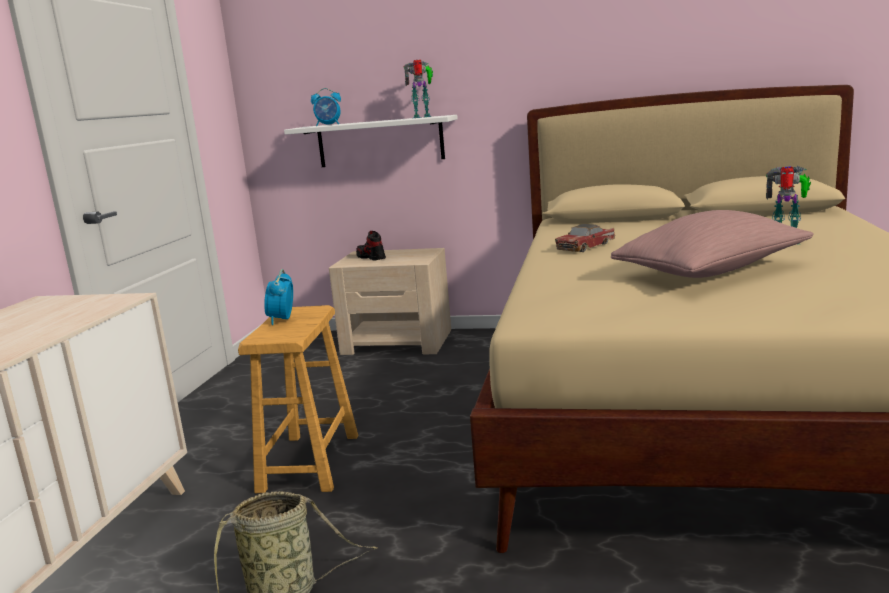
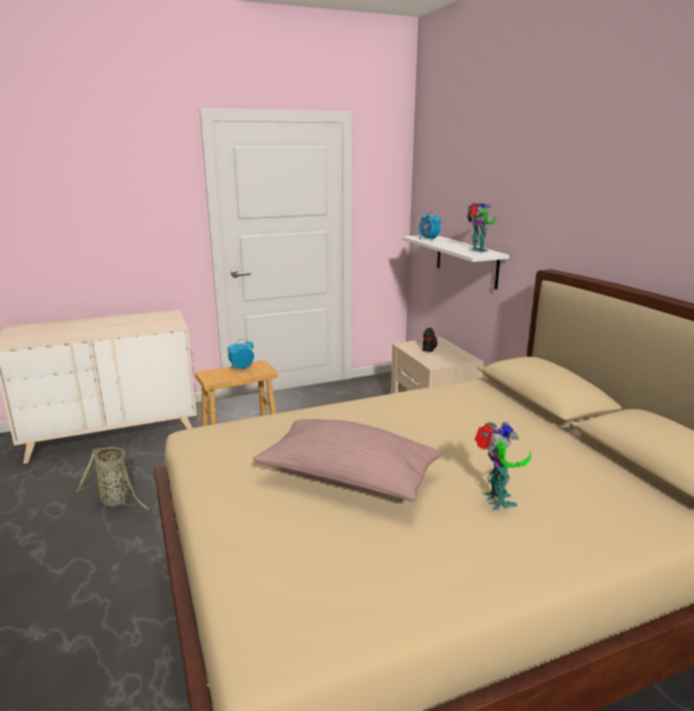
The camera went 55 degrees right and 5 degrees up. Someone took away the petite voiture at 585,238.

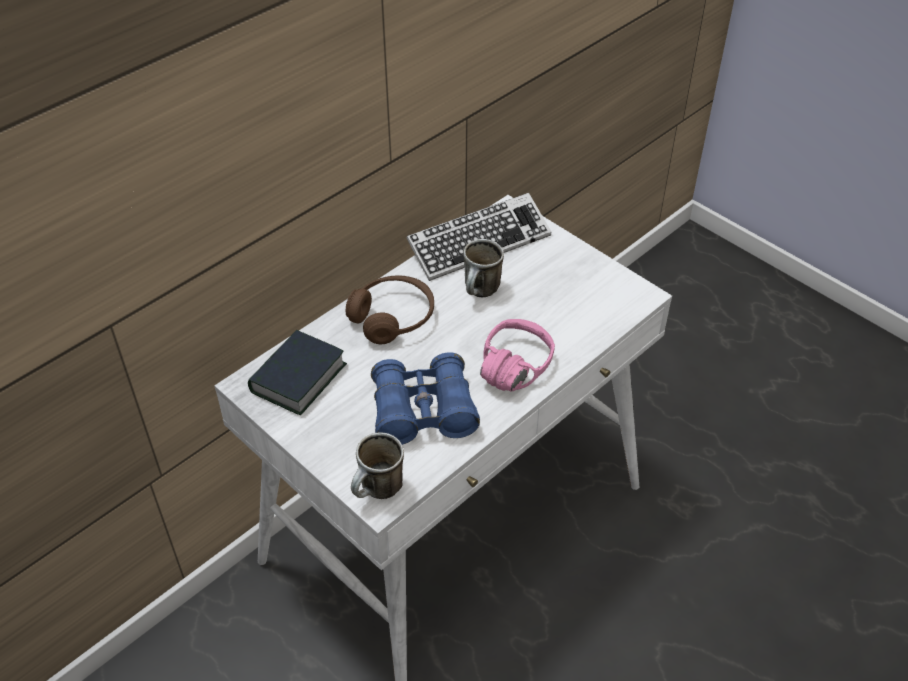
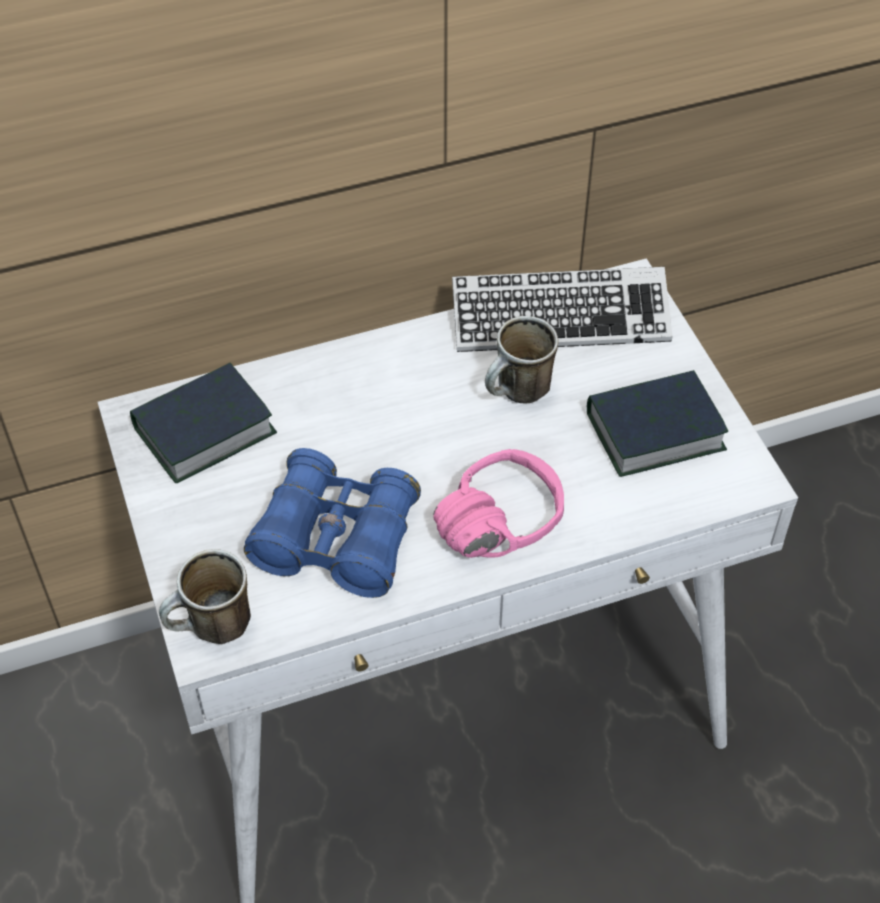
The camera went 25 degrees right and 5 degrees up. Someone took away the casque audio/marron at 390,309. Someone put down the livre at 657,423.

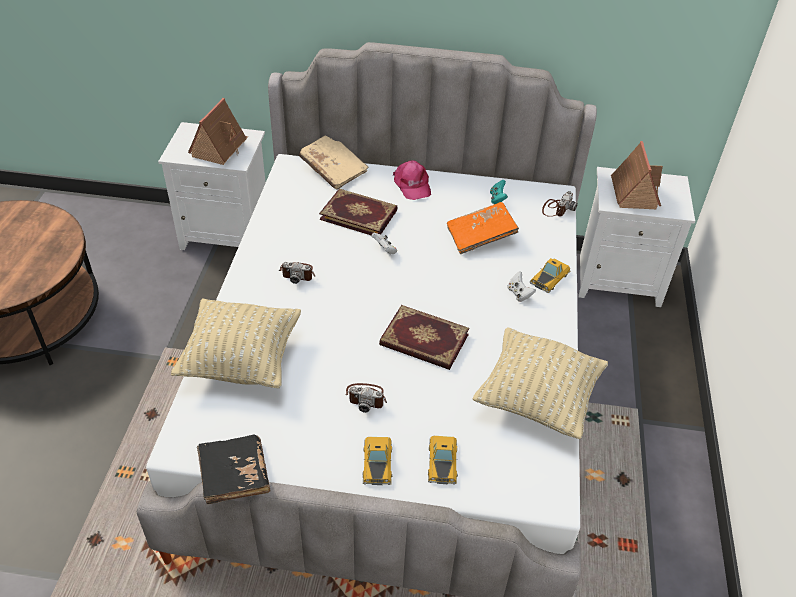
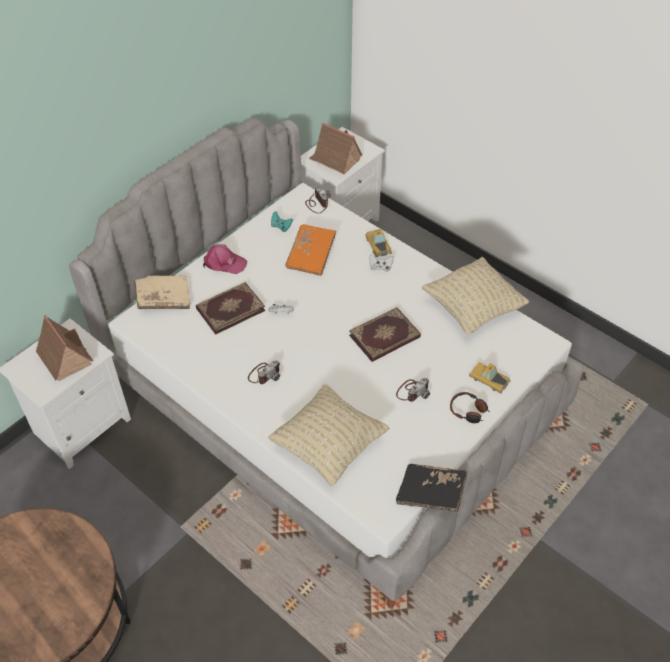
The camera went 55 degrees left and 5 degrees up. Someone swapped the petite voiture at 377,461 for the casque audio at 470,407.

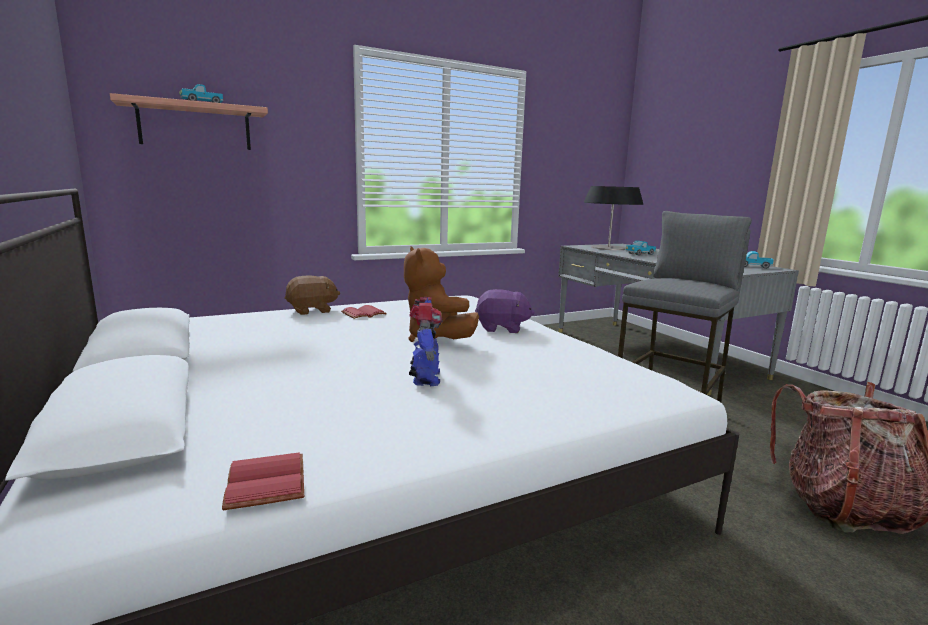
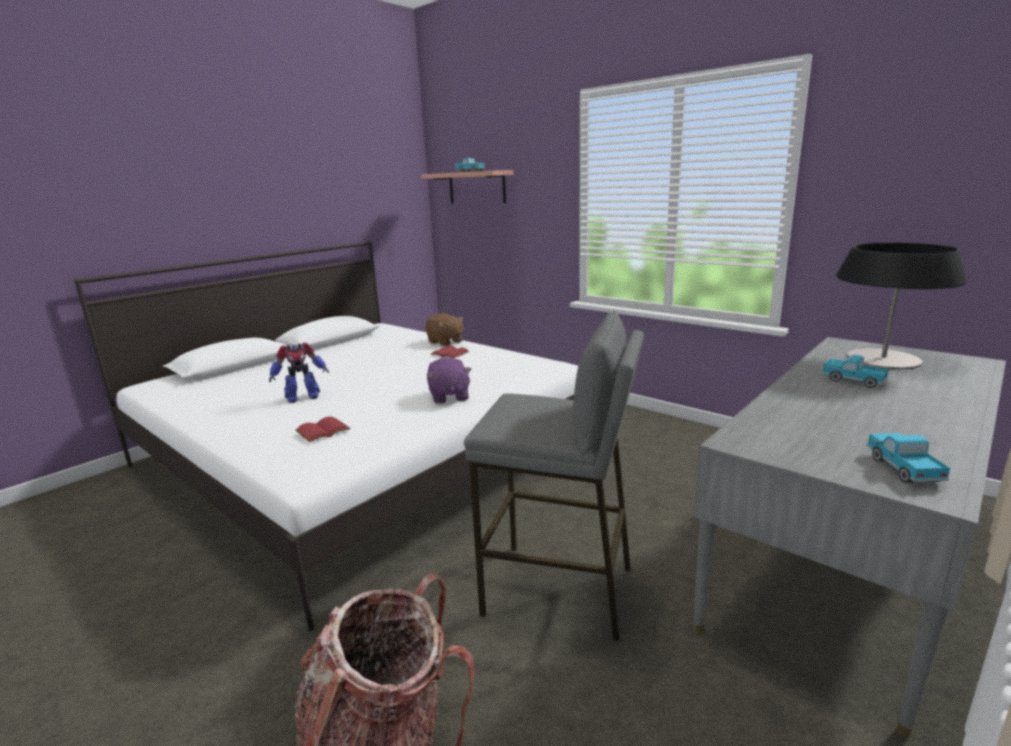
The camera went 70 degrees right and 5 degrees up. Someone took away the peluche/marron at 441,294. Someone carried the livre/rouge from 263,481 to 322,429.

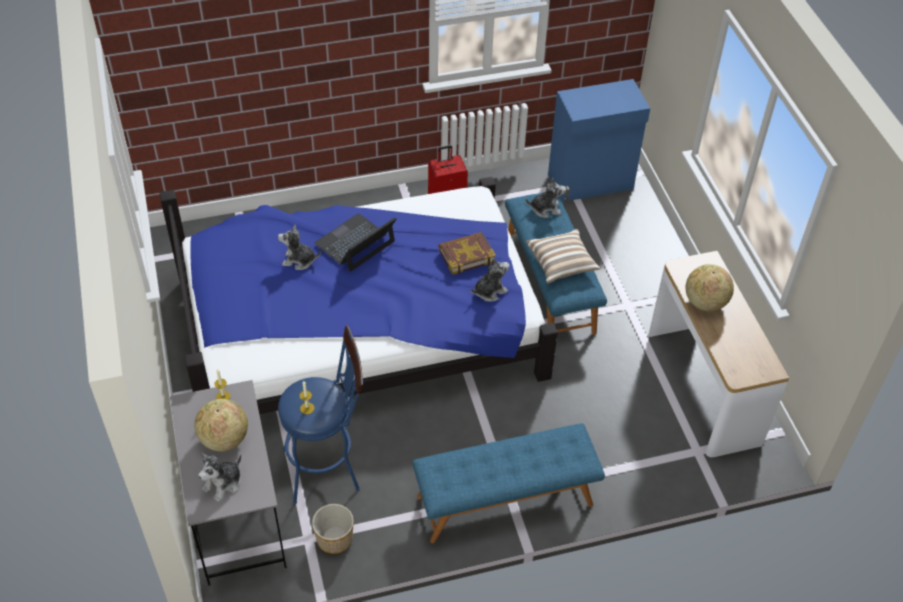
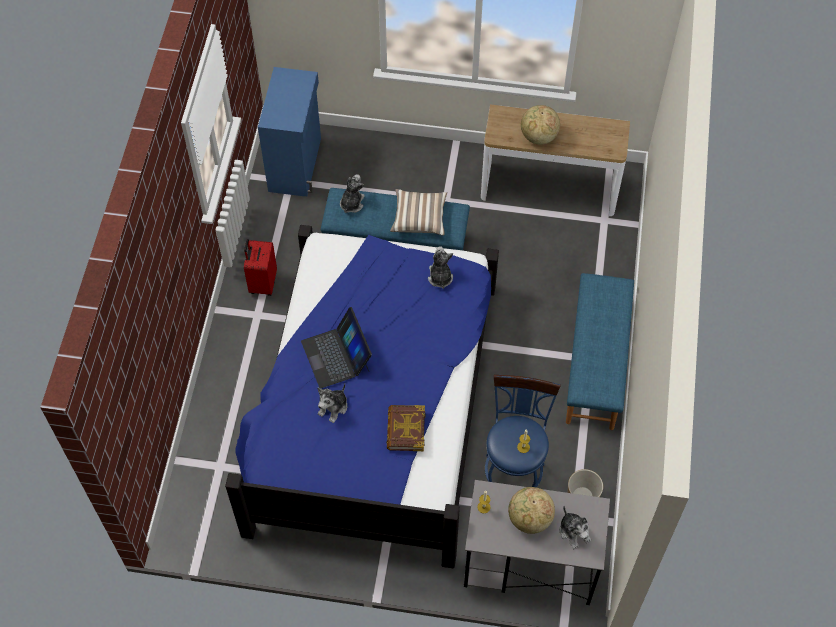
The camera went 65 degrees left and 10 degrees up. Someone carried the livre from 467,253 to 406,428.

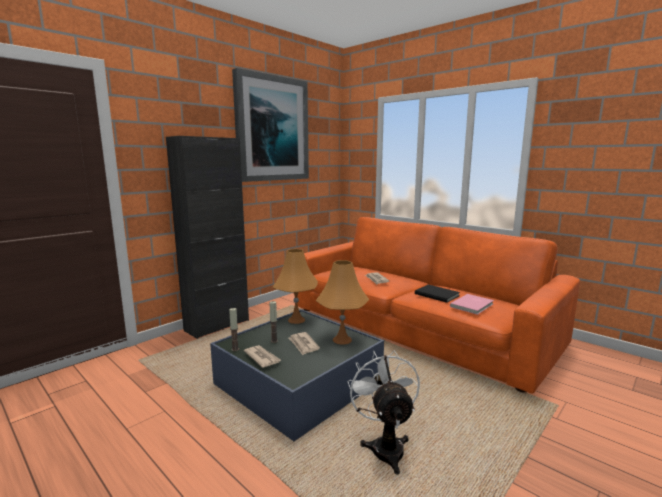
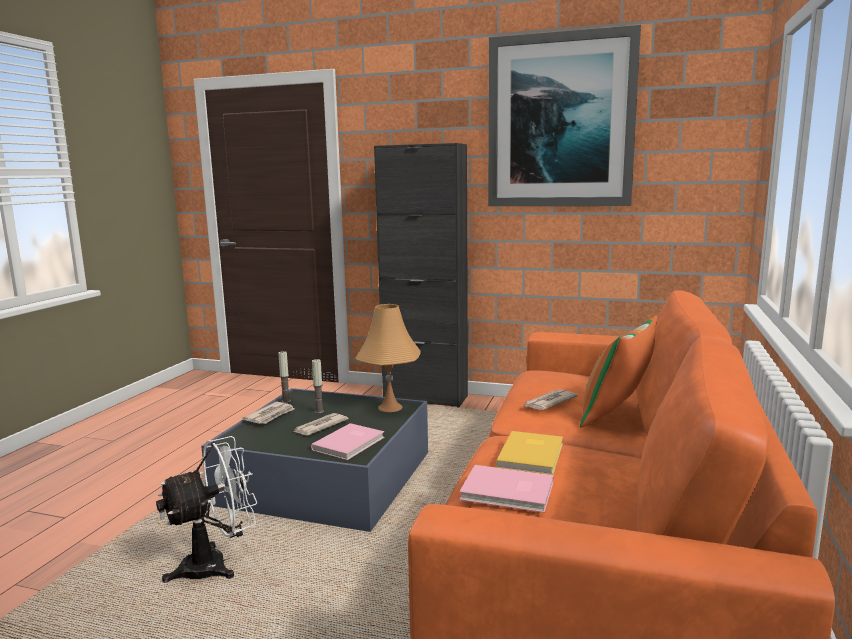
The camera went 65 degrees right and 0 degrees up. Someone put down the coussin at 618,372. Someone swapped the lampe de table/orange at 342,302 for the livre/rose at 348,441. Someone repainted the livre/noir at 437,294, which became the livre/jaune at 529,453.

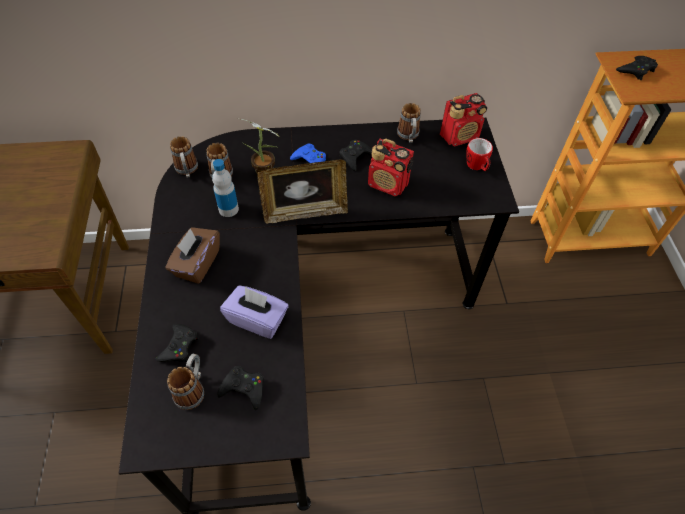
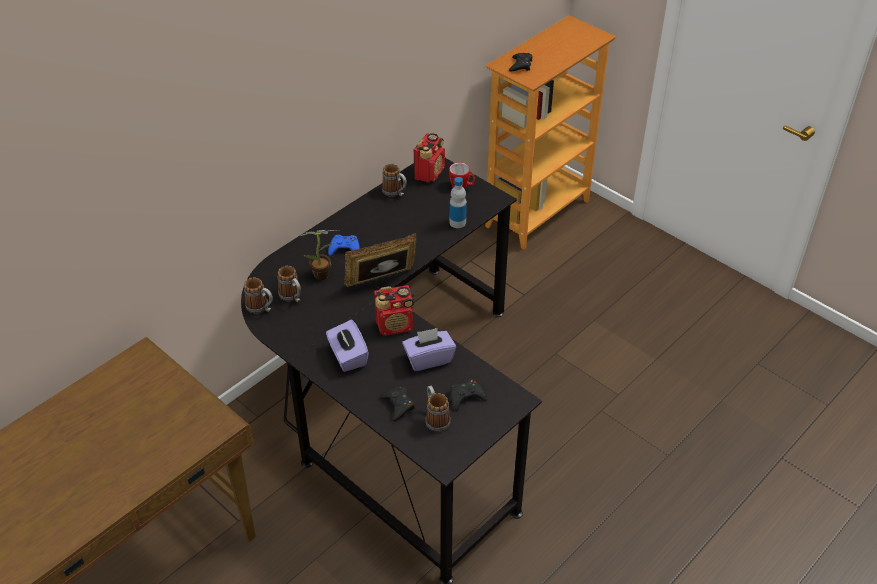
The camera went 40 degrees left and 10 degrees down. Someone took away the manette/noir at 356,155. Someone carried the bouteille from 225,188 to 458,202. Someone carried the radio from 391,167 to 394,310. Someone repainted the boîte à mouchoirs/marron at 193,255, which became the boîte à mouchoirs/violet at 347,346. Someone rotated the cadre photo at 303,192 by 150 degrees counterclockwise.

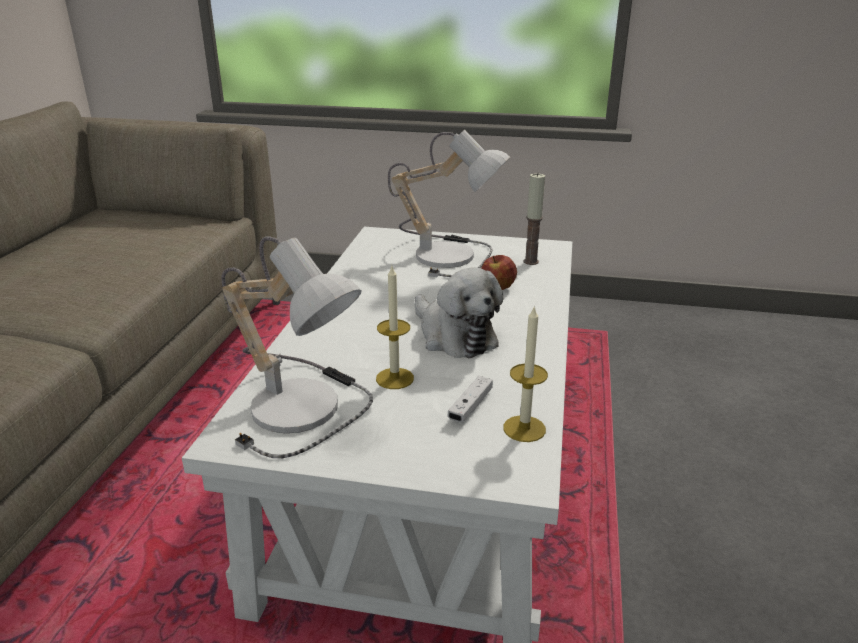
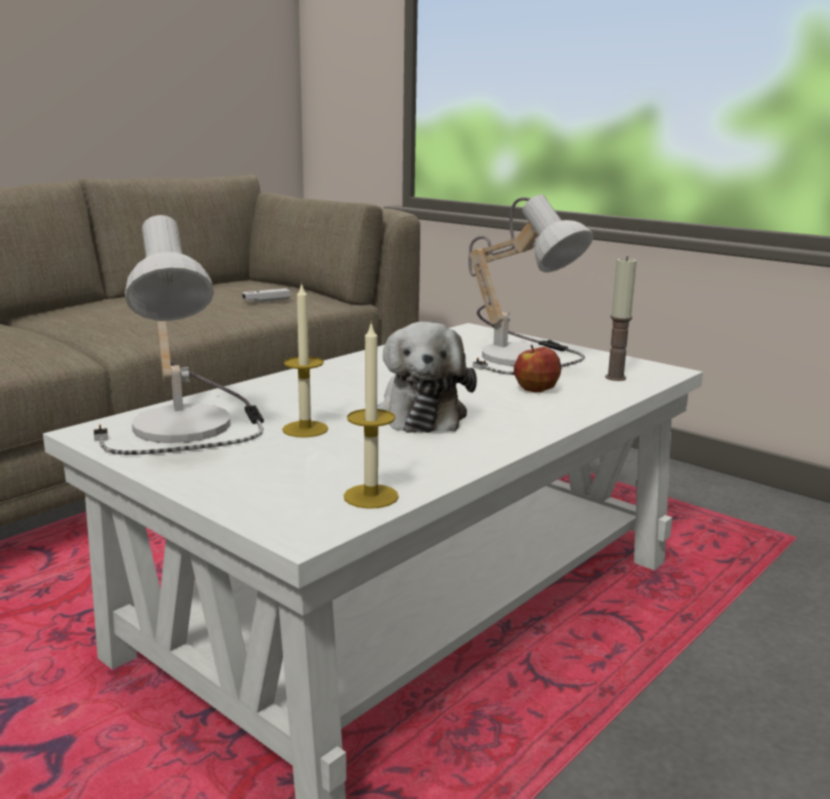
The camera went 30 degrees right and 10 degrees down. Someone carried the manette/blanc from 470,399 to 266,295.

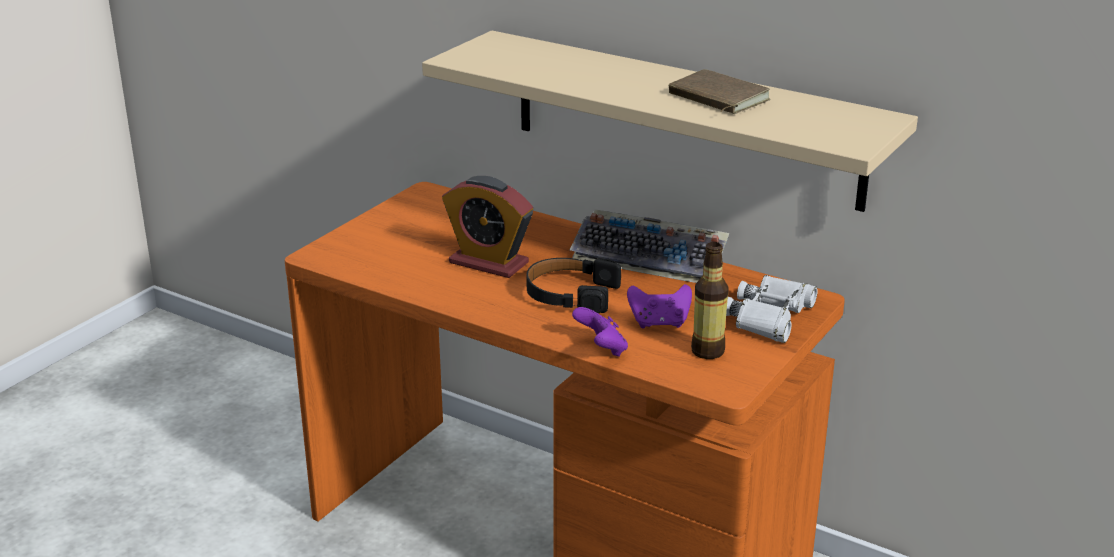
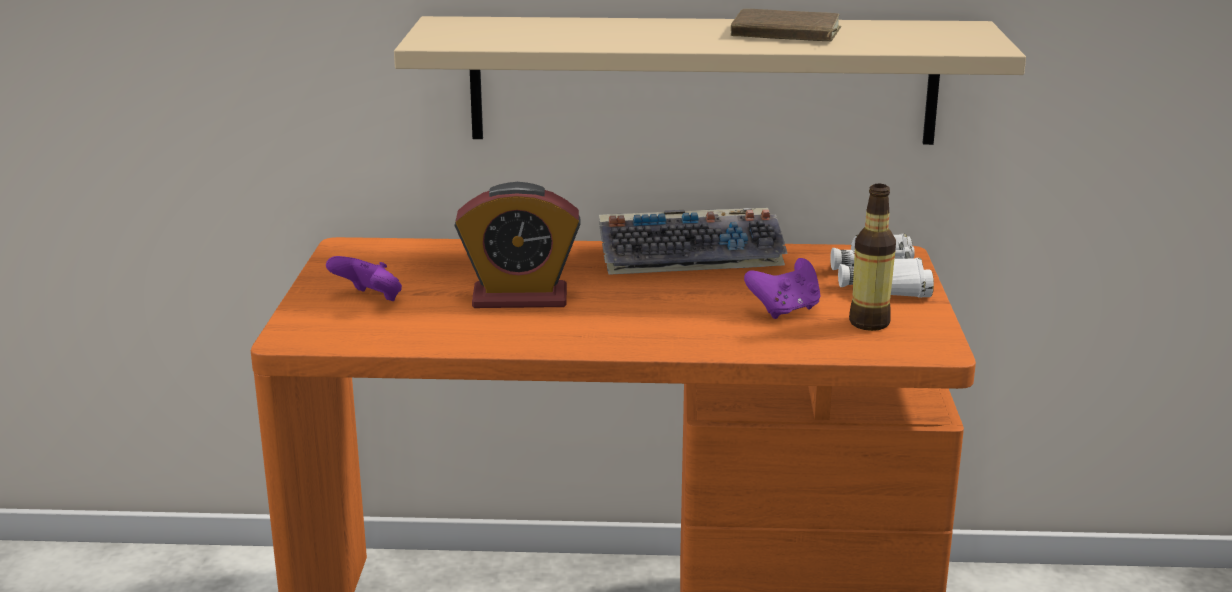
The camera went 30 degrees left and 5 degrees down. Someone took away the casque audio/noir at 573,285. Someone carried the manette/violet from 600,332 to 364,278.

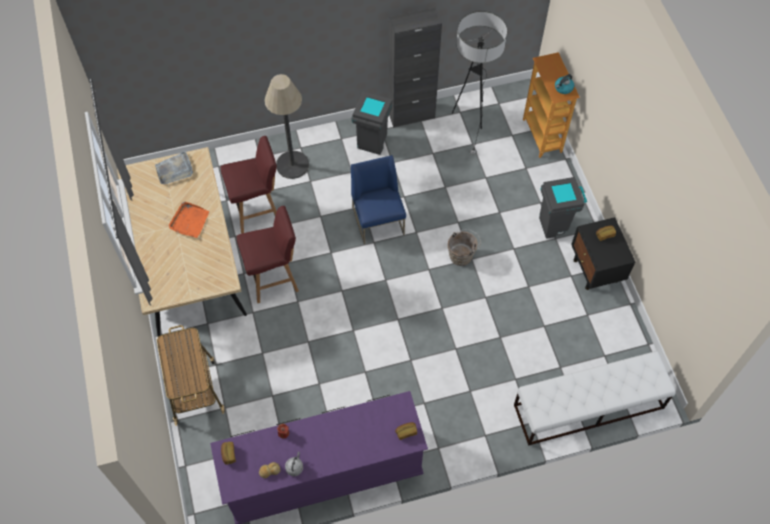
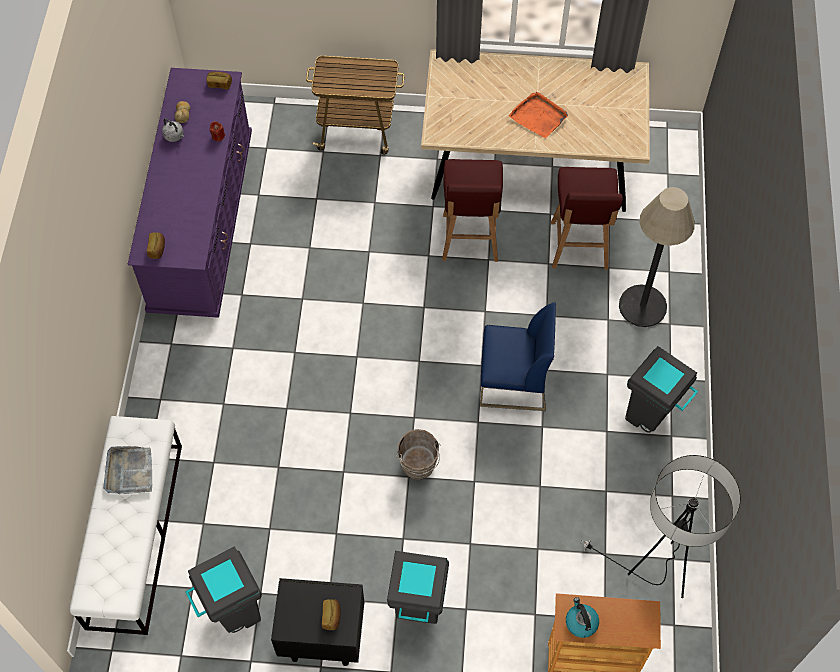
The camera went 110 degrees right and 0 degrees up. Someone took away the meuble de rangement/noir at 415,67. Someone put down the poubelle/gris at 223,589. Someone carried the plateau/gris from 174,167 to 127,470.

